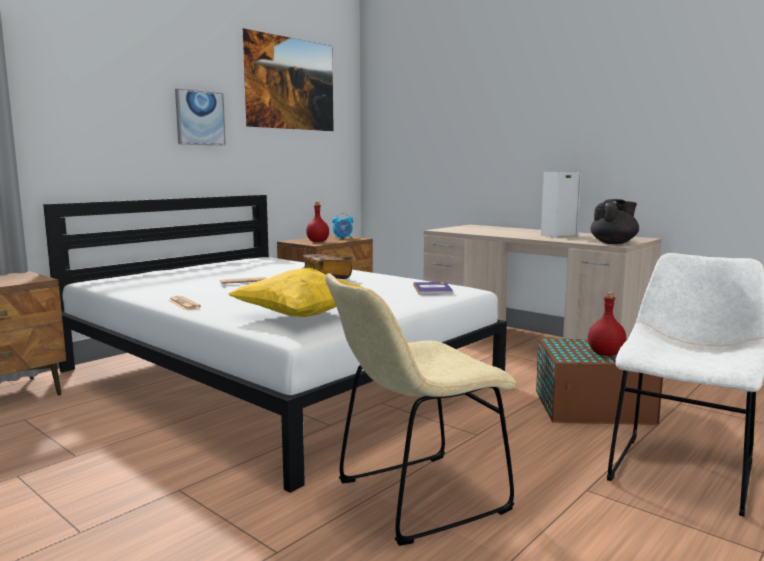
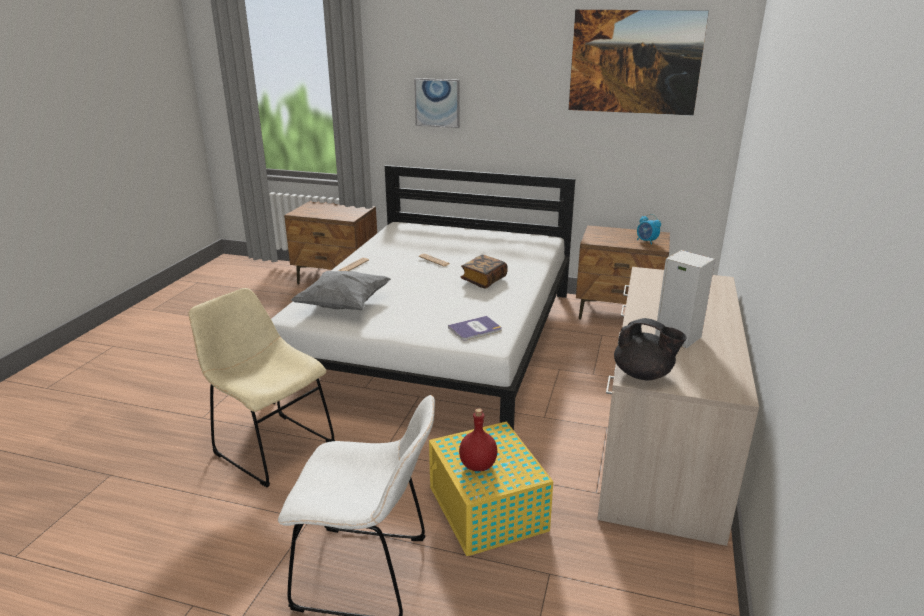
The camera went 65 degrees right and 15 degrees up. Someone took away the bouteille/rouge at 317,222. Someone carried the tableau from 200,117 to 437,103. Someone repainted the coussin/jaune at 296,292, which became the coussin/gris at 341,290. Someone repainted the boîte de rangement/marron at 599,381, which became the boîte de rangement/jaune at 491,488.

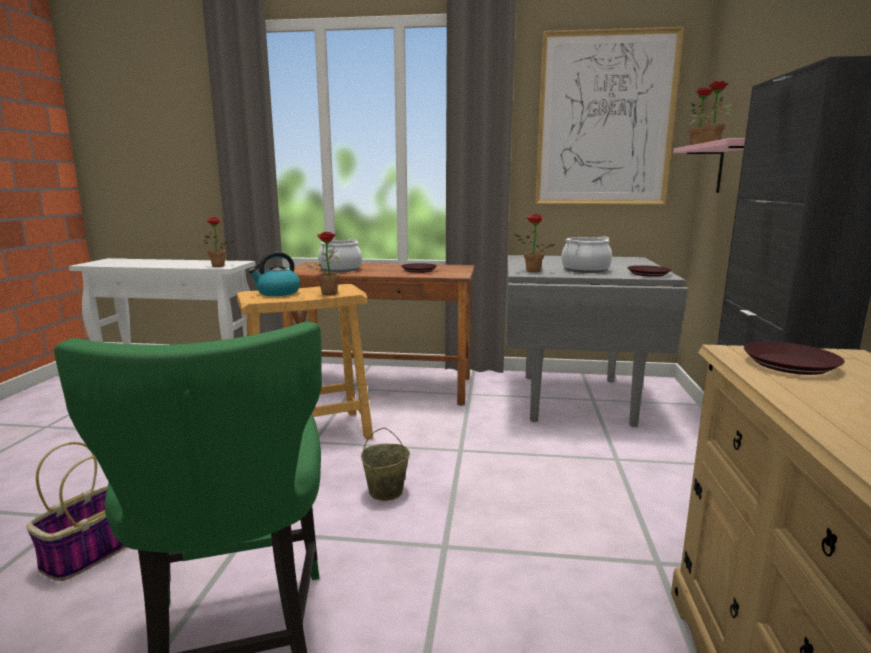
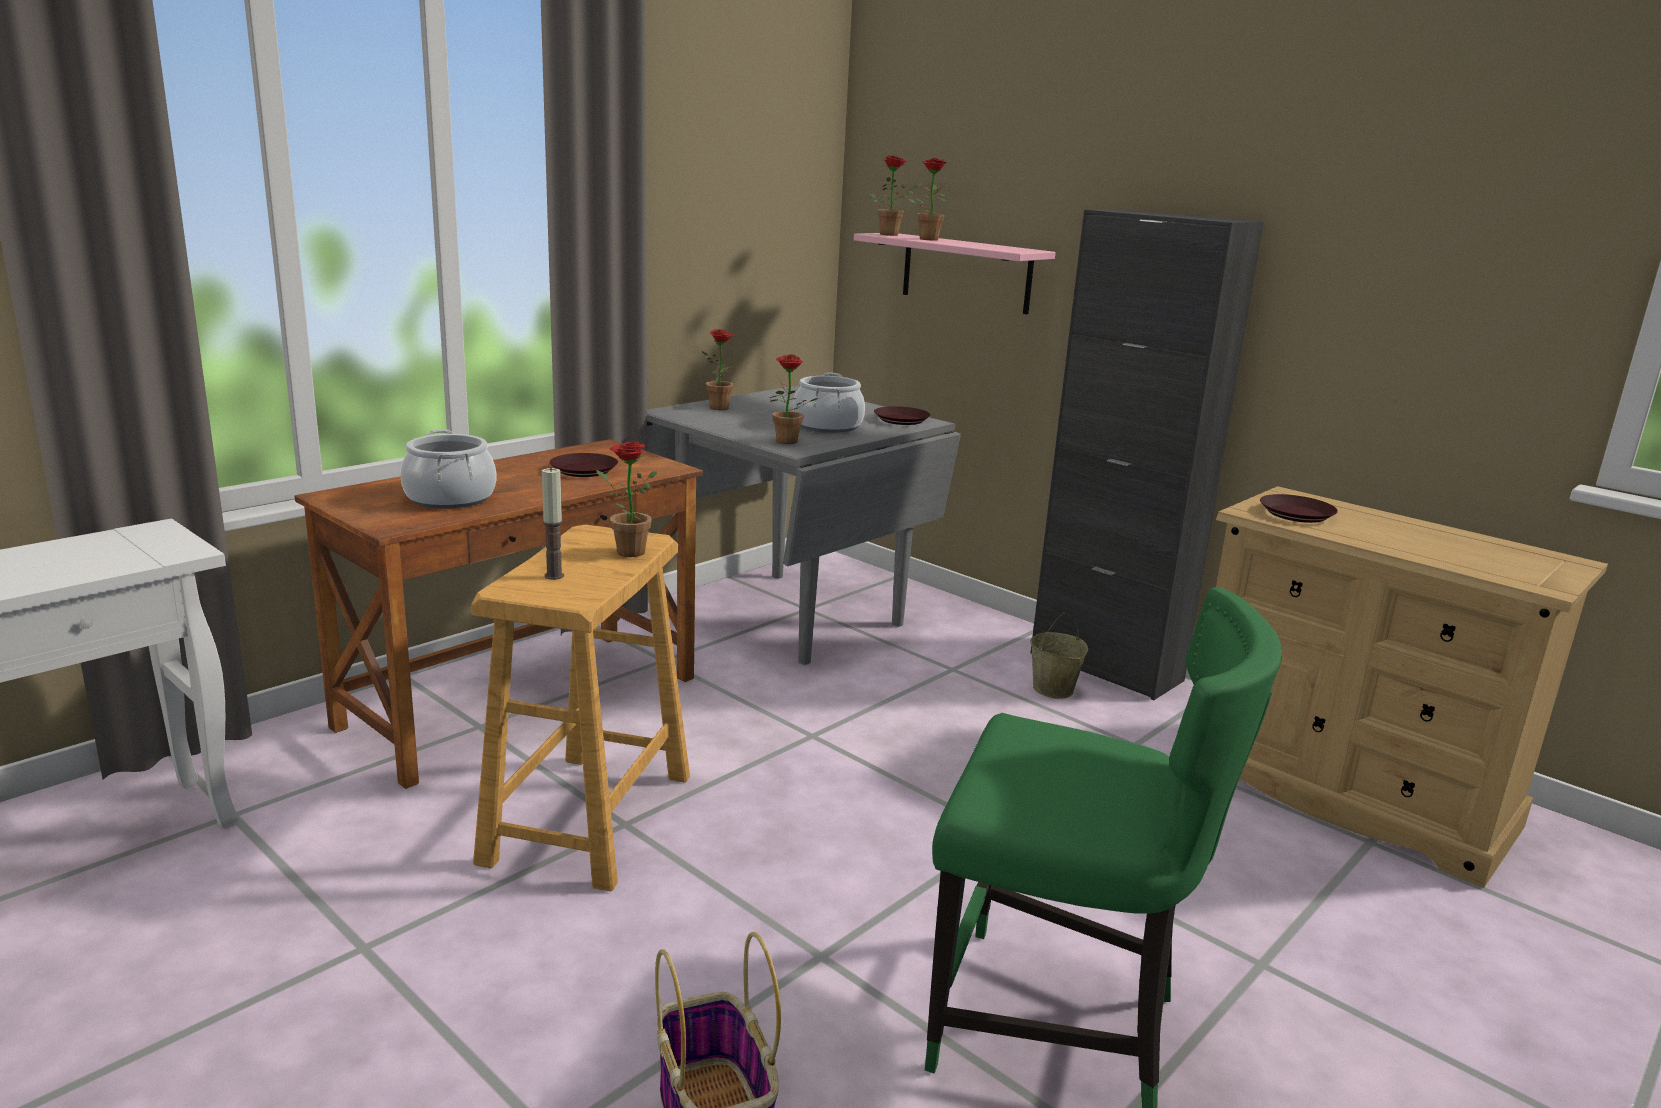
The camera went 55 degrees left and 5 degrees up. Someone took away the tableau at 609,116. Someone carried the plante en pot from 219,242 to 722,369. Someone carried the seau/beige from 385,464 to 1059,655. Someone swapped the bouilloire at 274,274 for the bougie at 553,523.

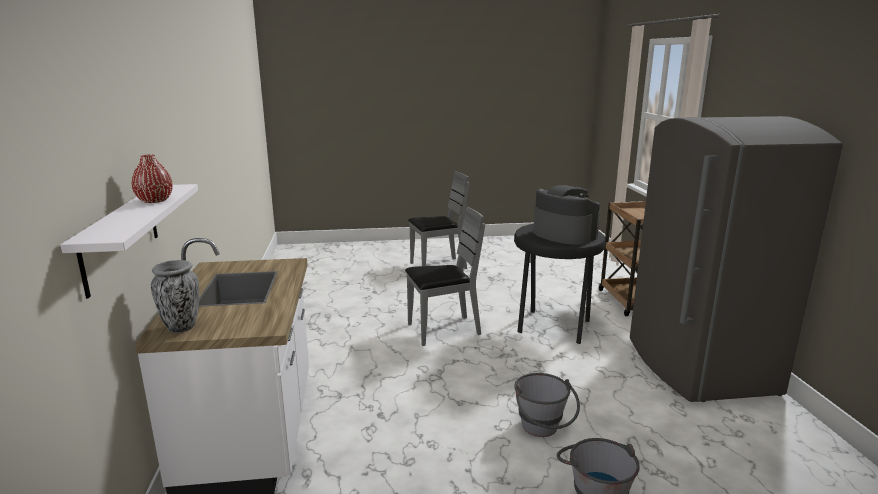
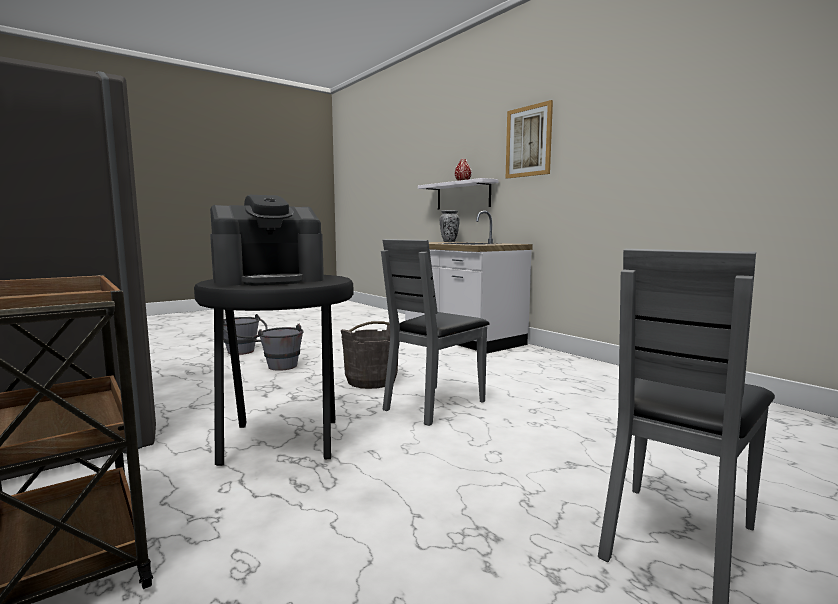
The camera went 150 degrees right and 10 degrees down. Someone put down the seau/gris at 369,355. Someone put up the tableau at 529,139. Someone rotated the machine à café at 566,215 by 45 degrees counterclockwise.

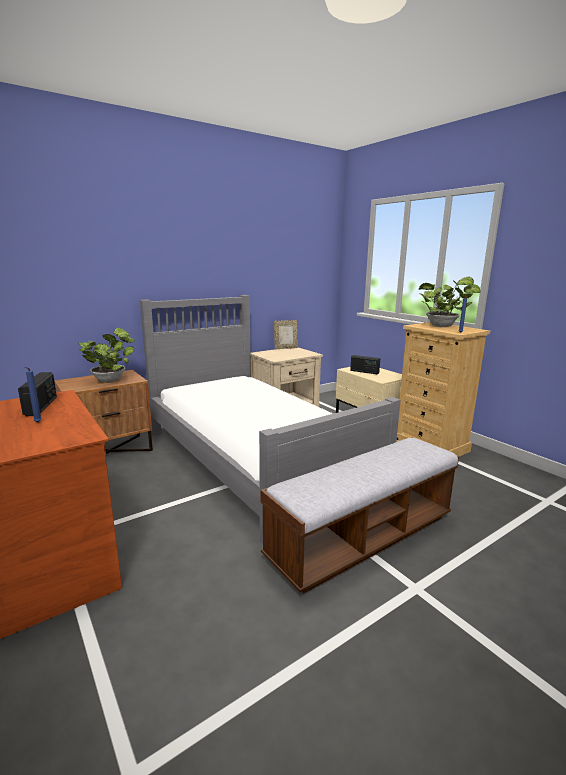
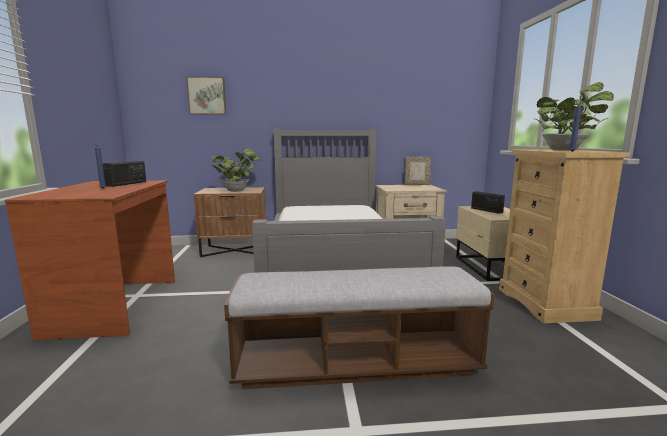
The camera went 30 degrees right and 5 degrees down. Someone put up the tableau at 206,95.

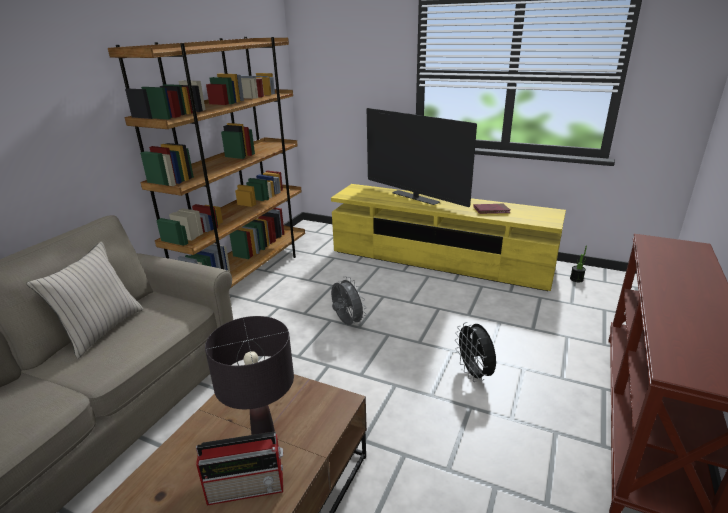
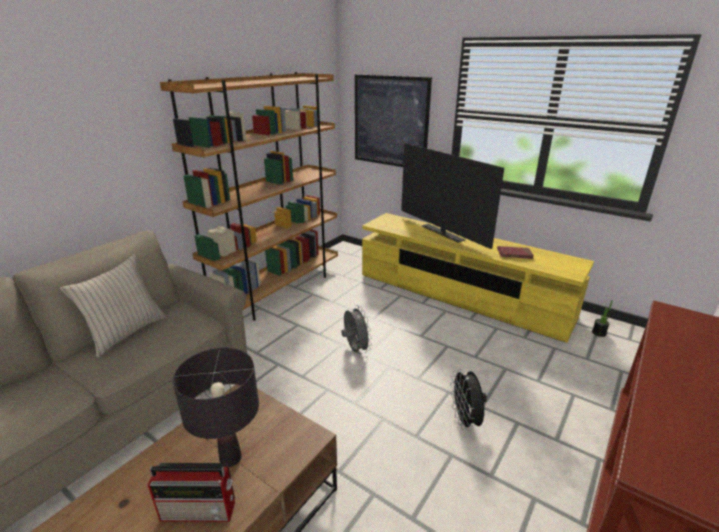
The camera went 10 degrees right and 0 degrees up. Someone put up the tableau at 393,120.

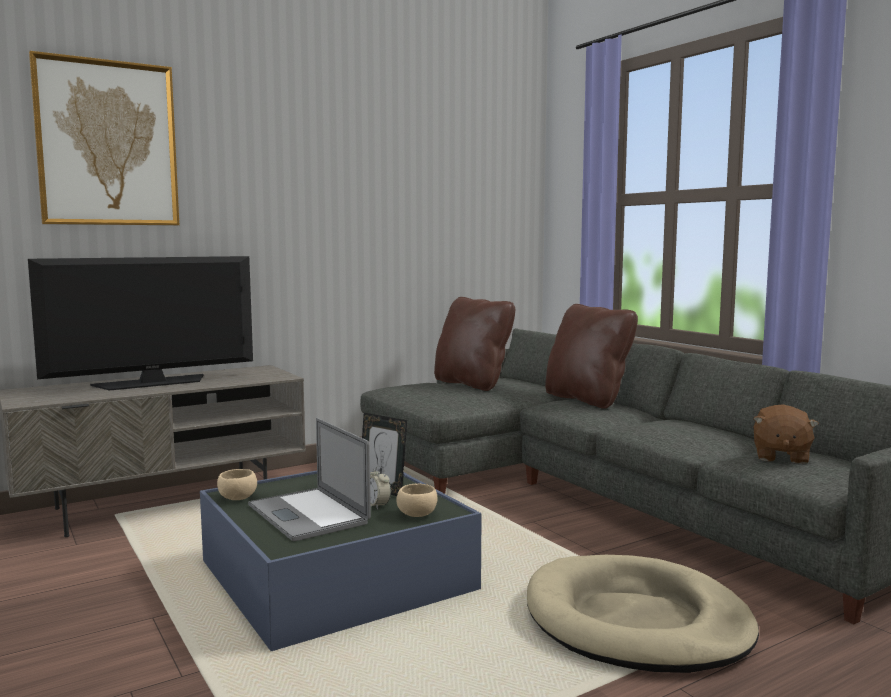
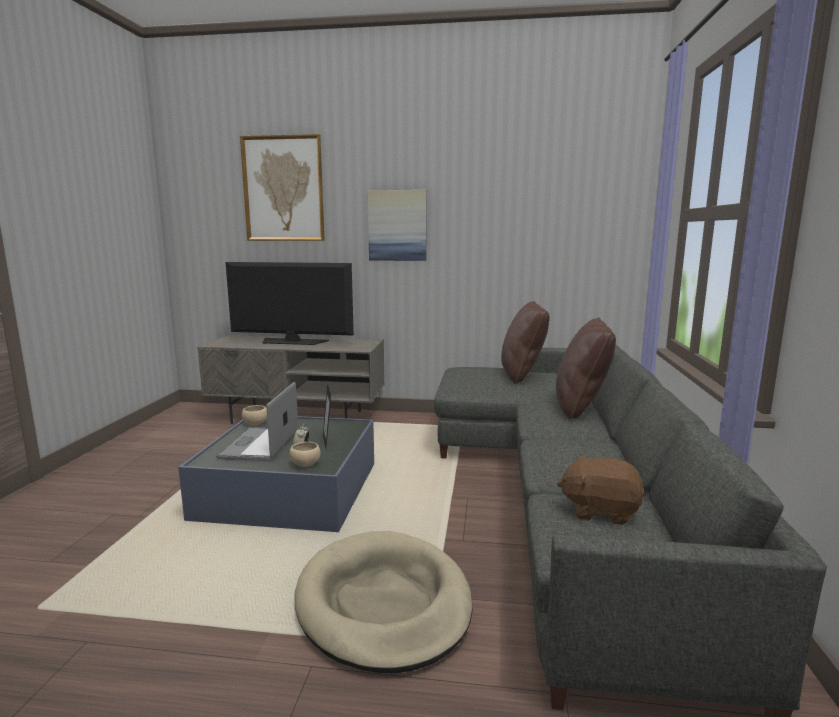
The camera went 40 degrees right and 5 degrees up. Someone put up the tableau at 397,225. Someone rotated the peluche/marron at 786,434 by 45 degrees clockwise.

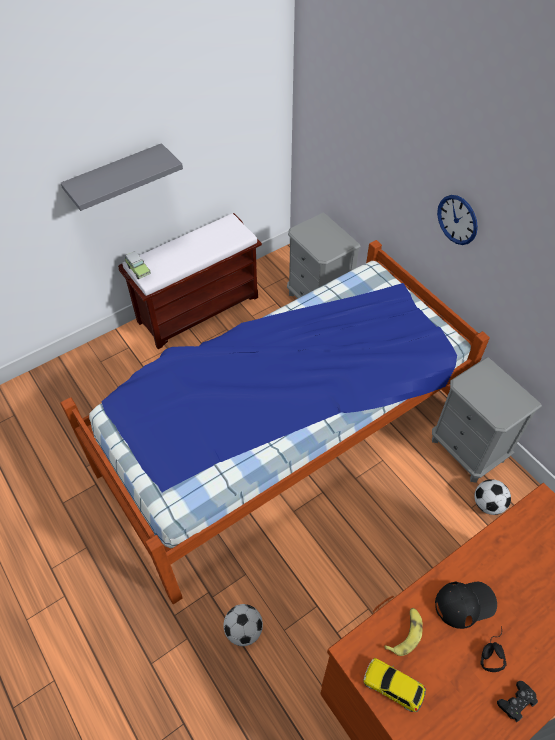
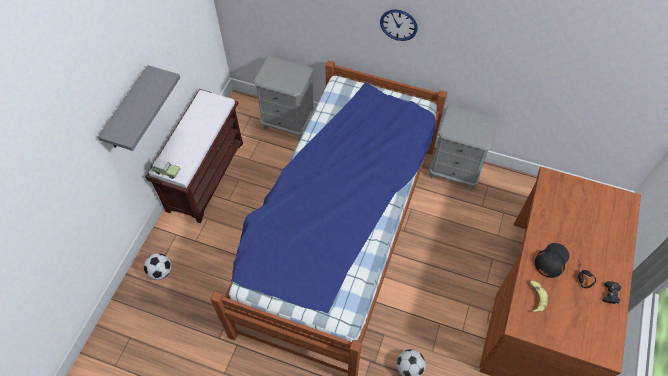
The camera went 35 degrees left and 5 degrees up. Someone took away the petite voiture at 394,685. Someone carried the ballon de foot from 492,497 to 157,266.

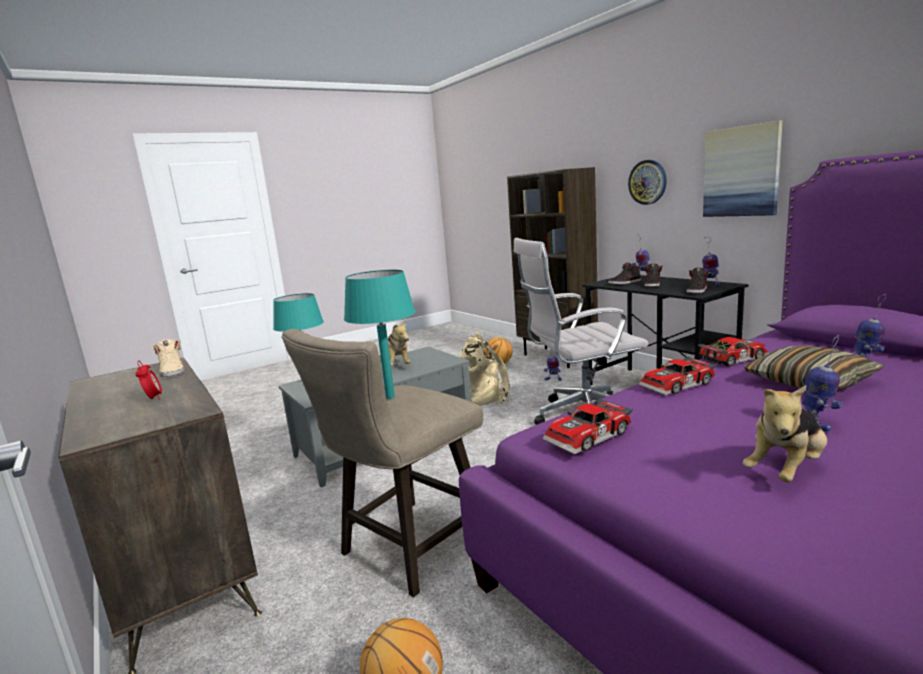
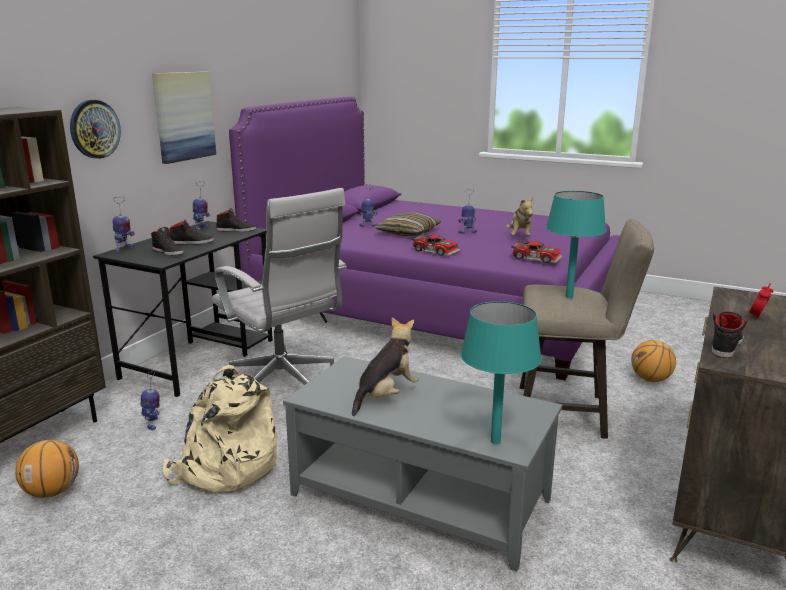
The camera went 120 degrees left and 5 degrees up. Someone took away the petite voiture at 733,351. Someone repainted the chaussure/beige at 168,358, which became the chaussure/noir at 730,334. Someone rotated the peluche at 785,433 by 75 degrees clockwise.

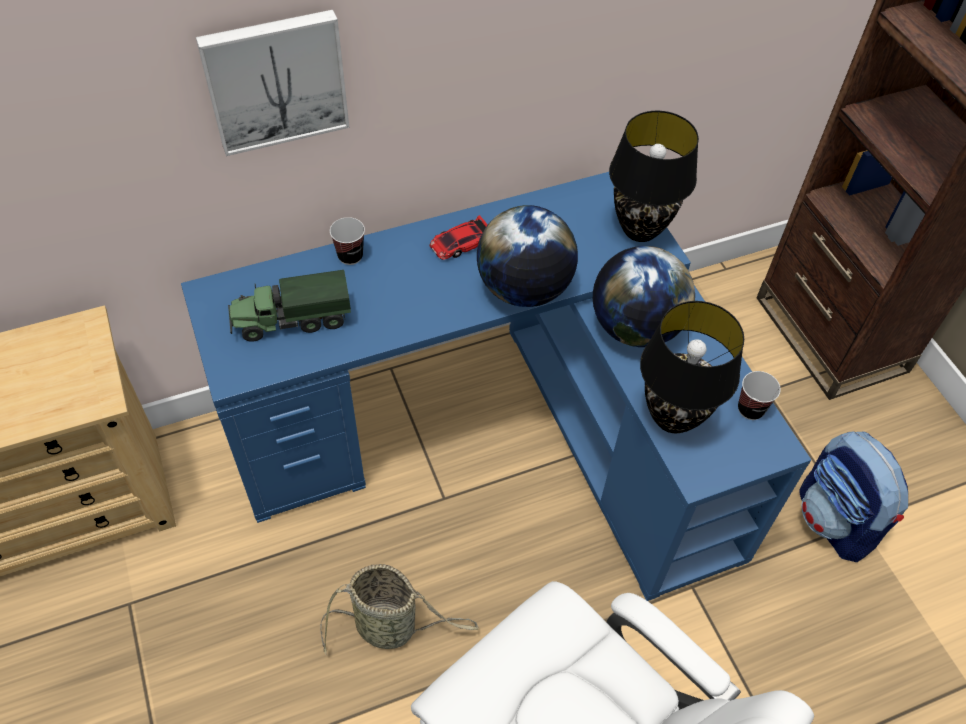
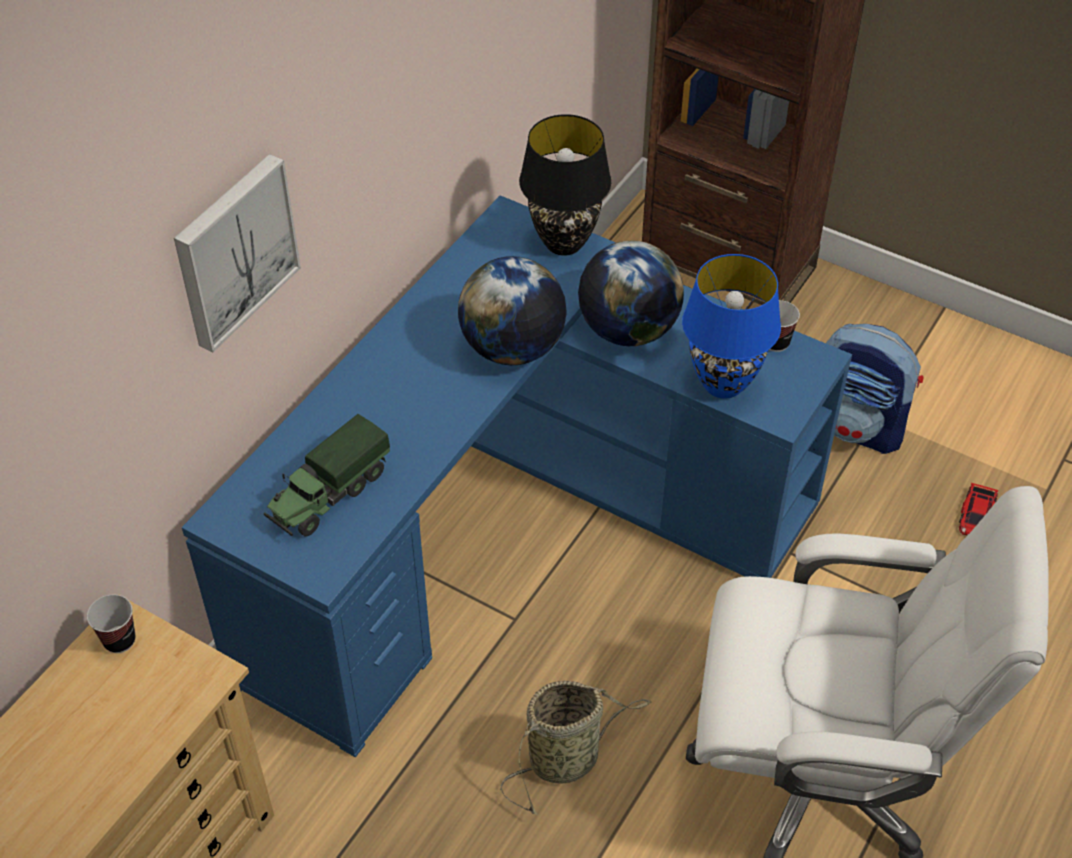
The camera went 35 degrees left and 5 degrees down. Someone carried the tasse from 347,241 to 111,624. Someone carried the petite voiture from 458,237 to 978,509. Someone repainted the lampe de table/noir at 692,367, which became the lampe de table/bleu at 731,326.

